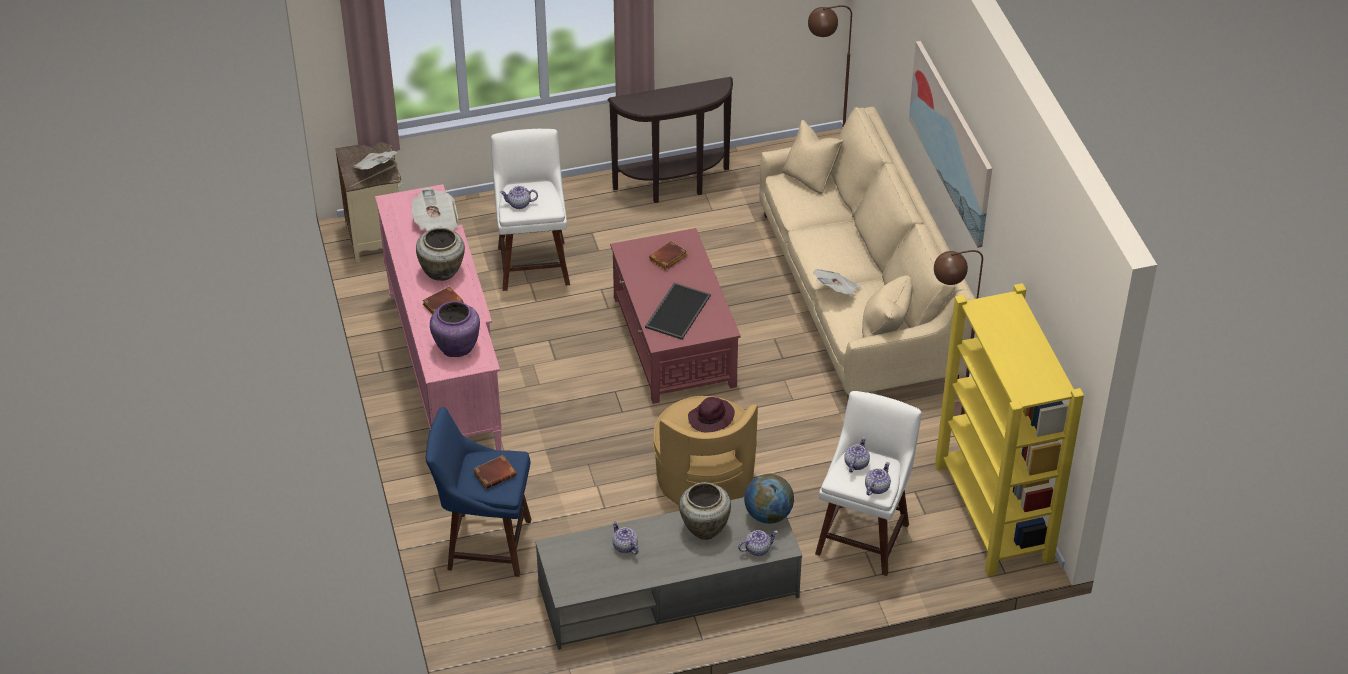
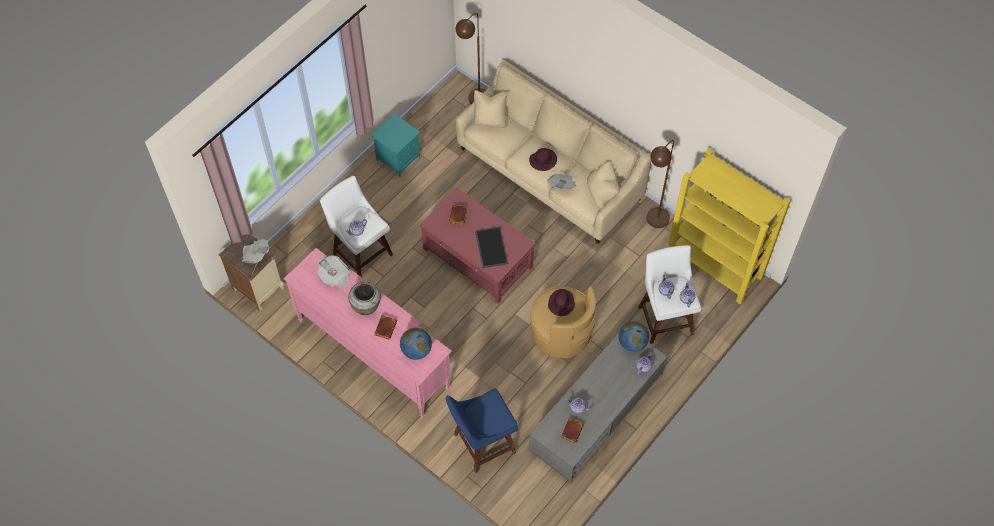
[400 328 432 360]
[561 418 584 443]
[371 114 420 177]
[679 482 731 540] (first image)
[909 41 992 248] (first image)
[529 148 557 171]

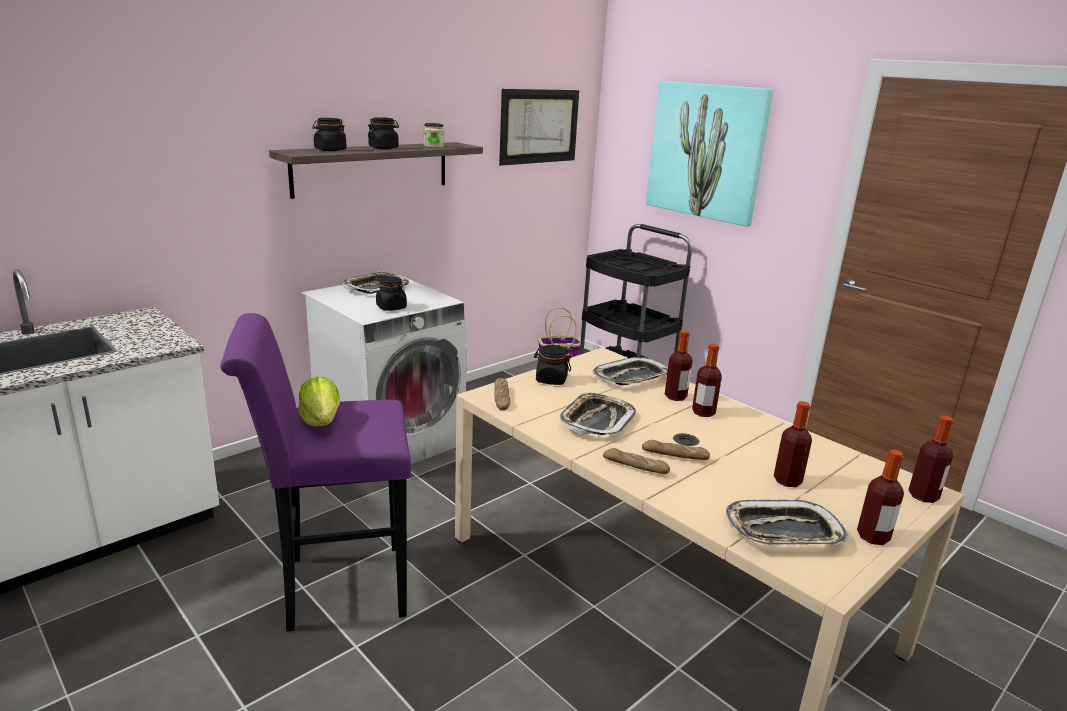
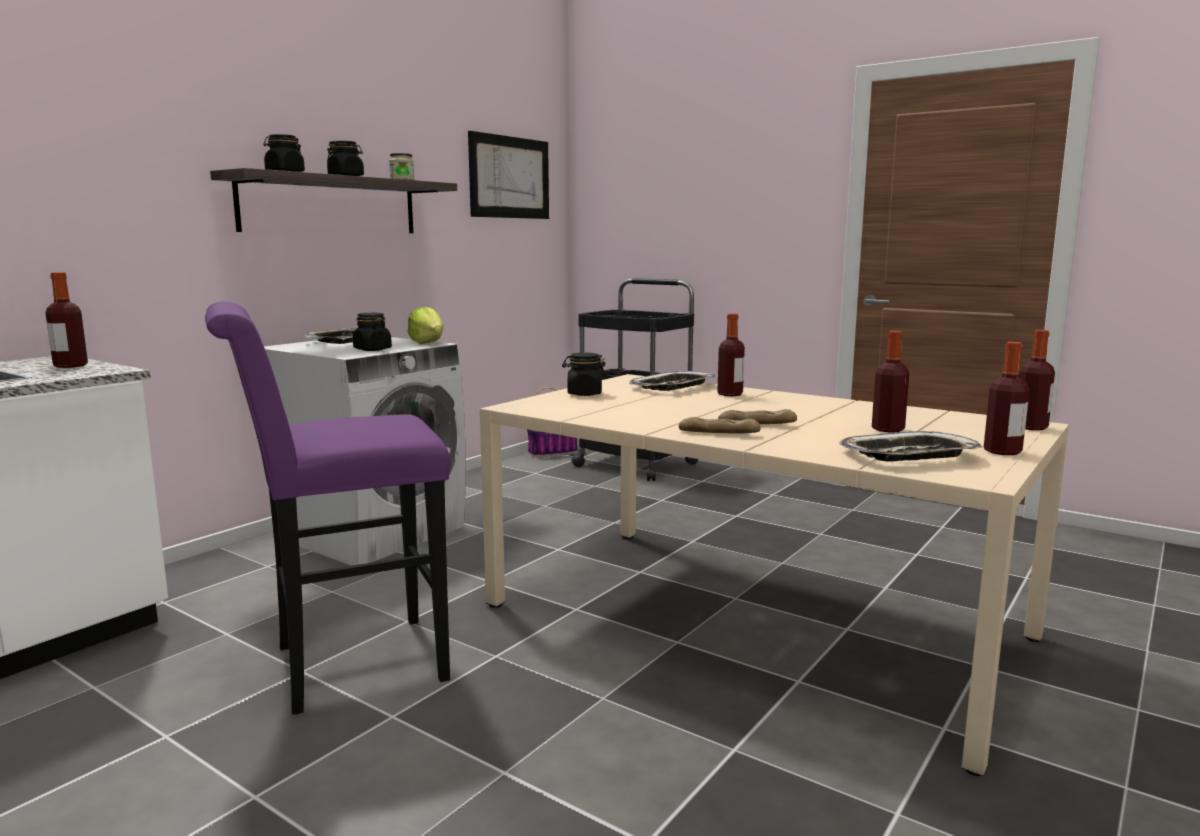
[407 307 443 344]
[494 378 510 410] (first image)
[560 392 636 436] (first image)
[646 81 773 227] (first image)
[46 272 88 368]

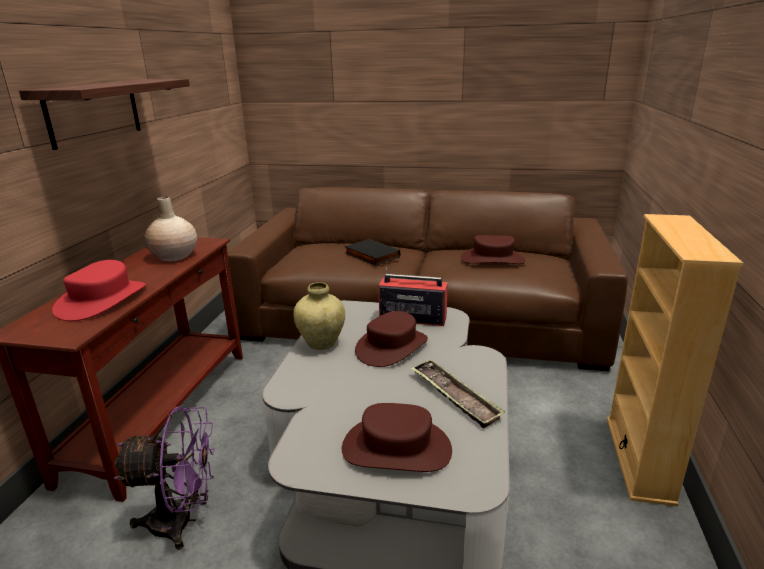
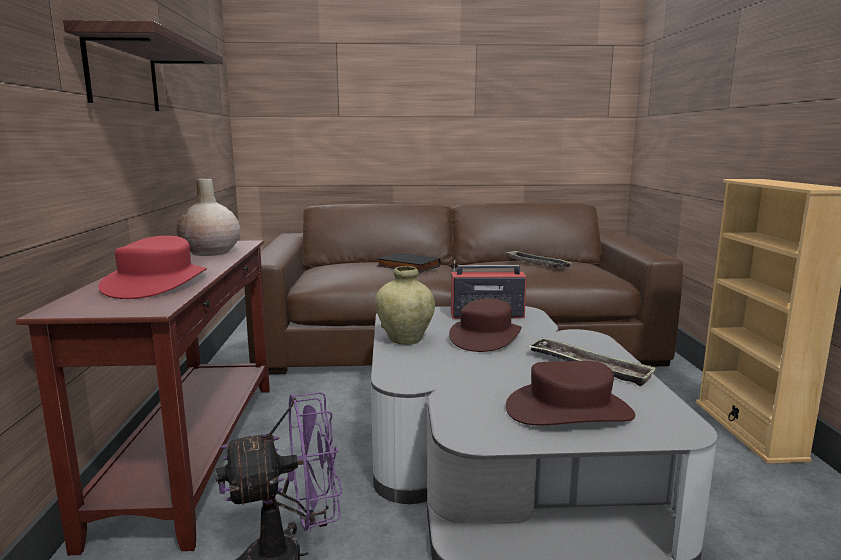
[506 251 571 268]

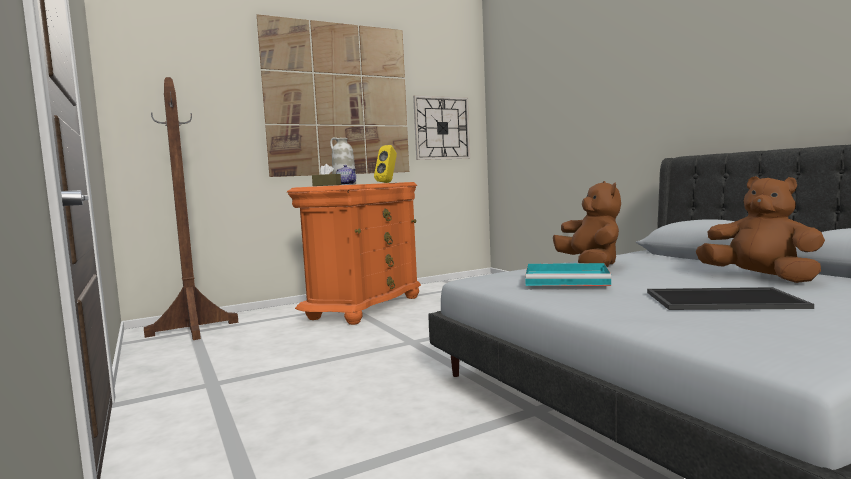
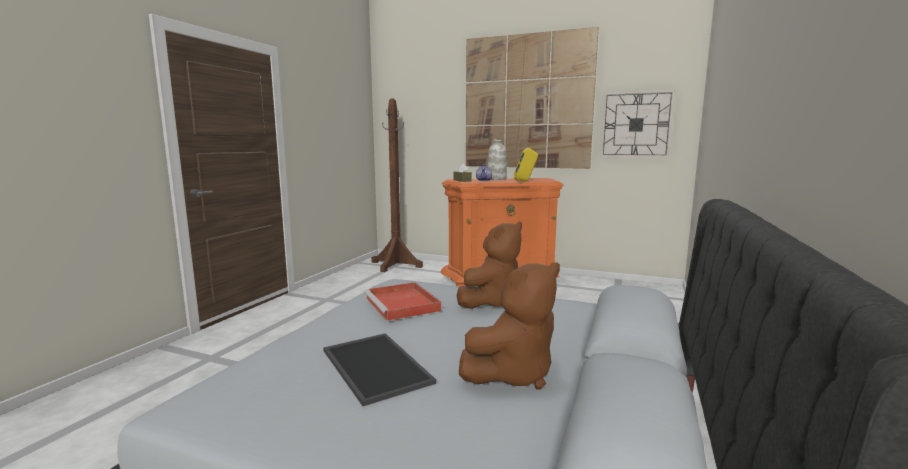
[364 282 441 321]
[459 262 560 390]

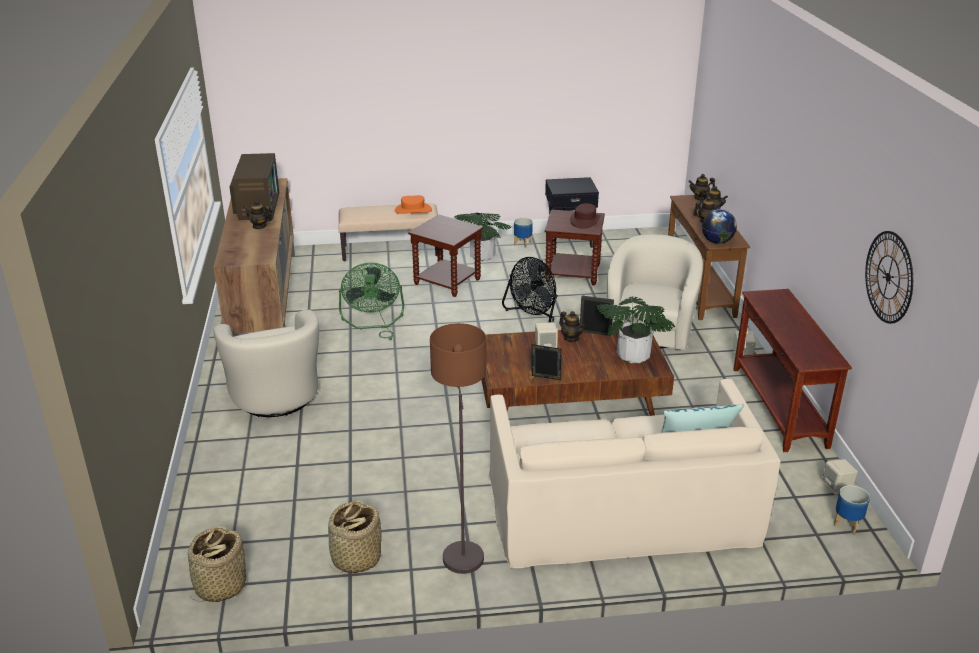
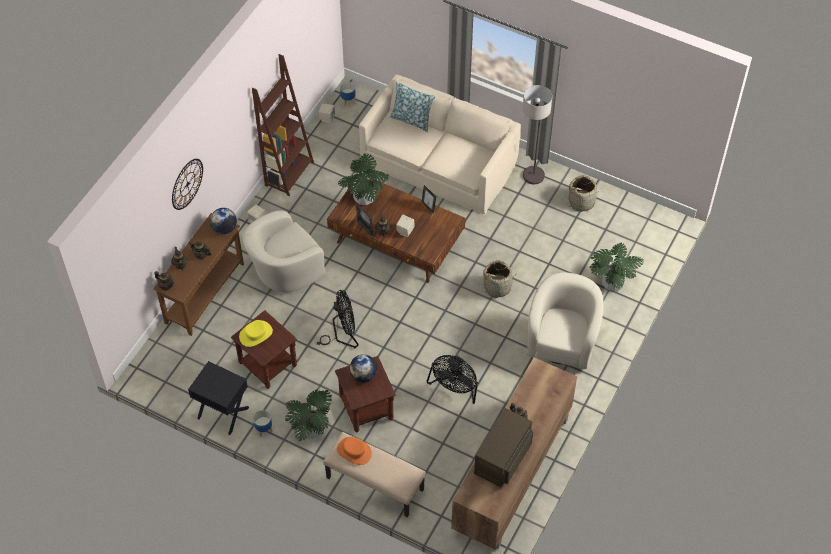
[483 260 514 298]
[427 355 479 404]
[523 85 552 184]
[239 320 273 347]
[252 54 314 196]
[172 159 203 210]
[349 354 378 383]
[590 243 644 291]

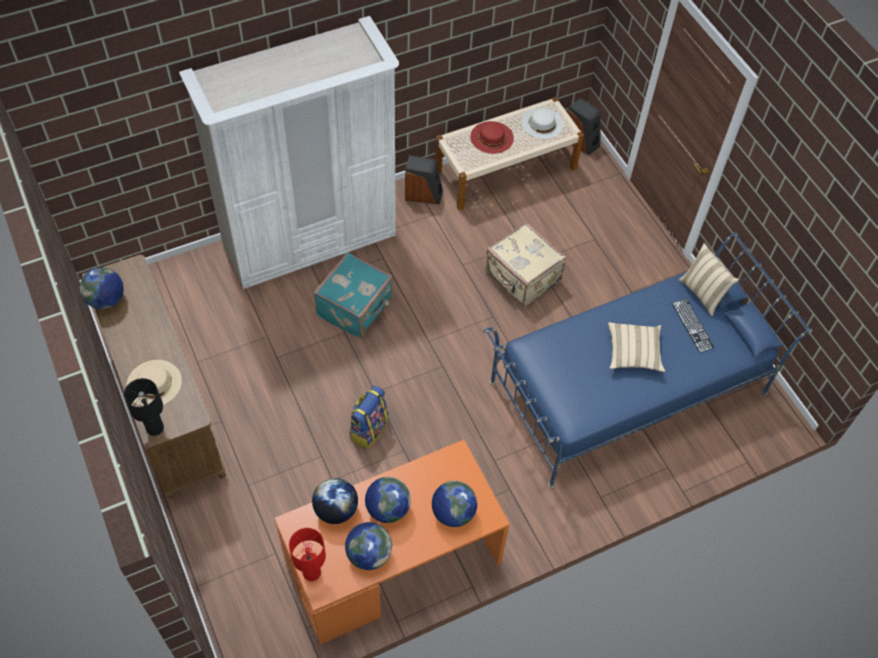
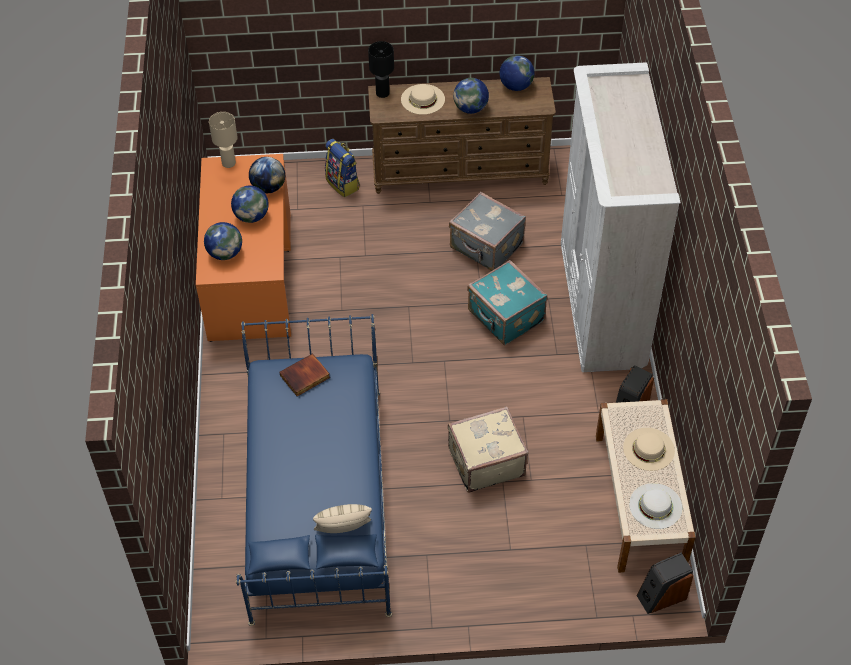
[209 112 238 168]
[453 78 489 114]
[325 139 360 197]
[623 428 675 471]
[608 322 665 372] (first image)
[672 299 714 353] (first image)
[279 353 330 396]
[449 192 526 271]

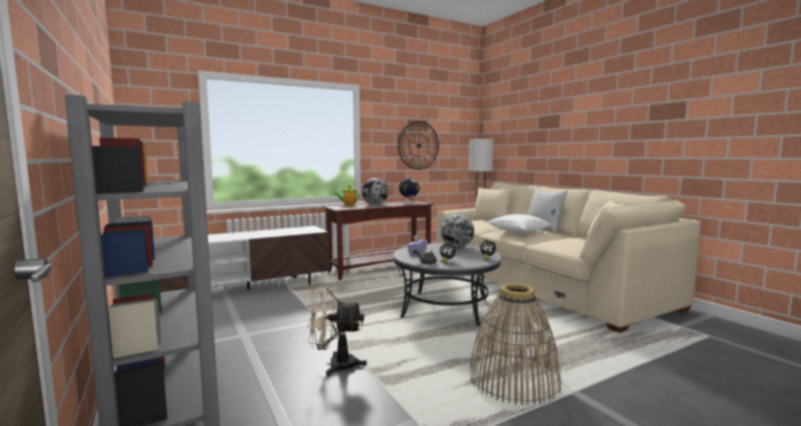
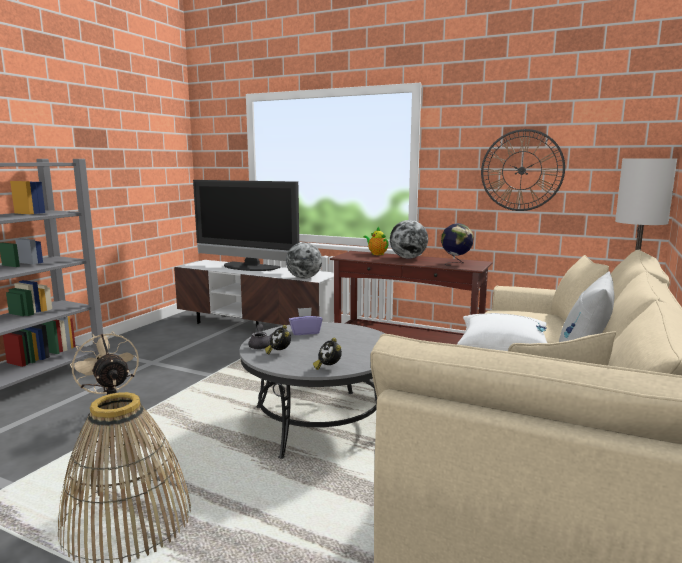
[286 242 322 279]
[193 180 299 271]

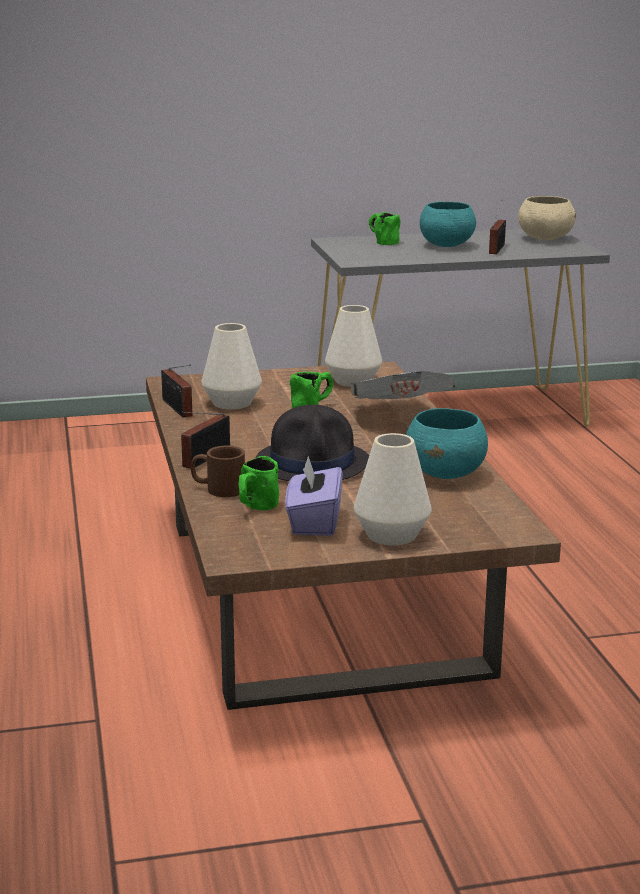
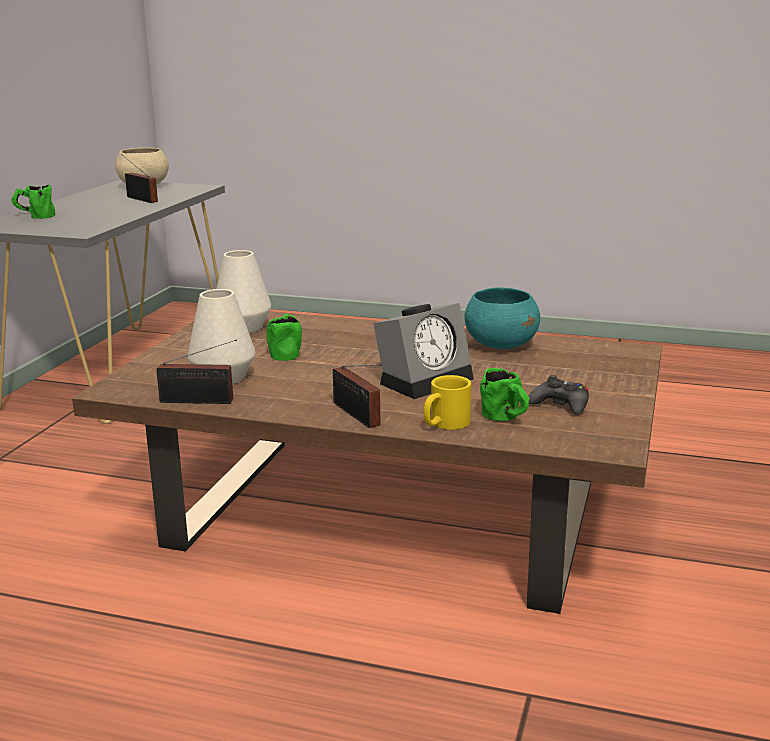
[424 375 471 430]
[373 303 474 399]
[528 375 589 415]
[350 371 456 399] (first image)
[354 433 432 546] (first image)
[420 202 476 247] (first image)

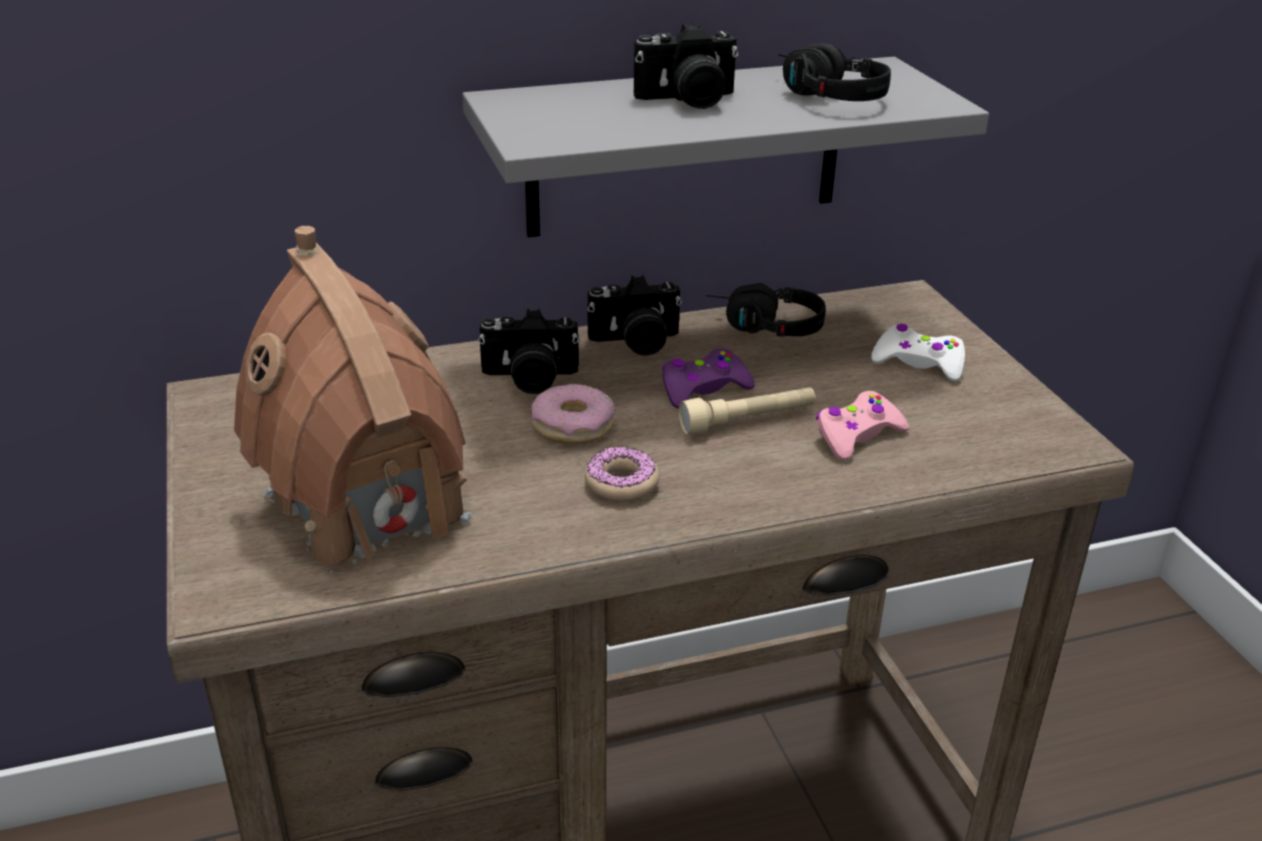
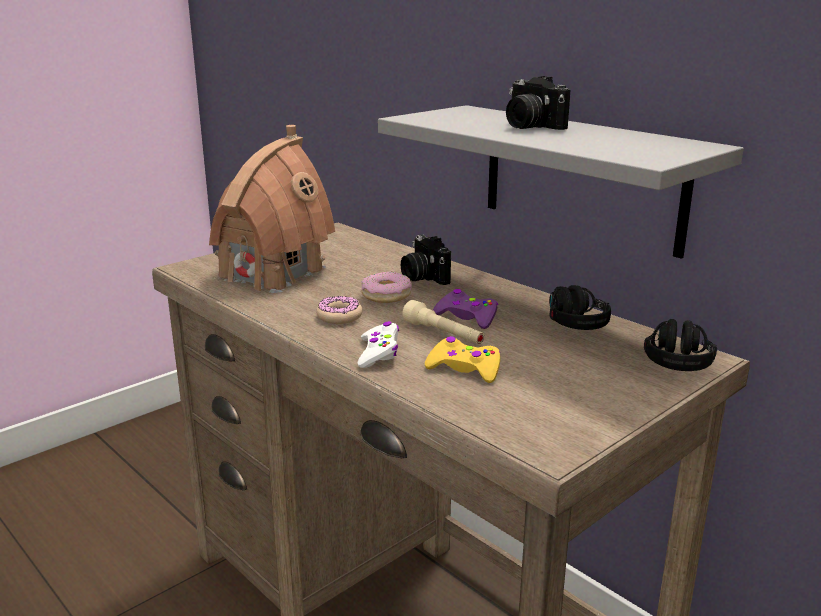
[587 275 682 356] (first image)
[644 319 717 371]
[425 336 500 383]
[358 321 399 368]

